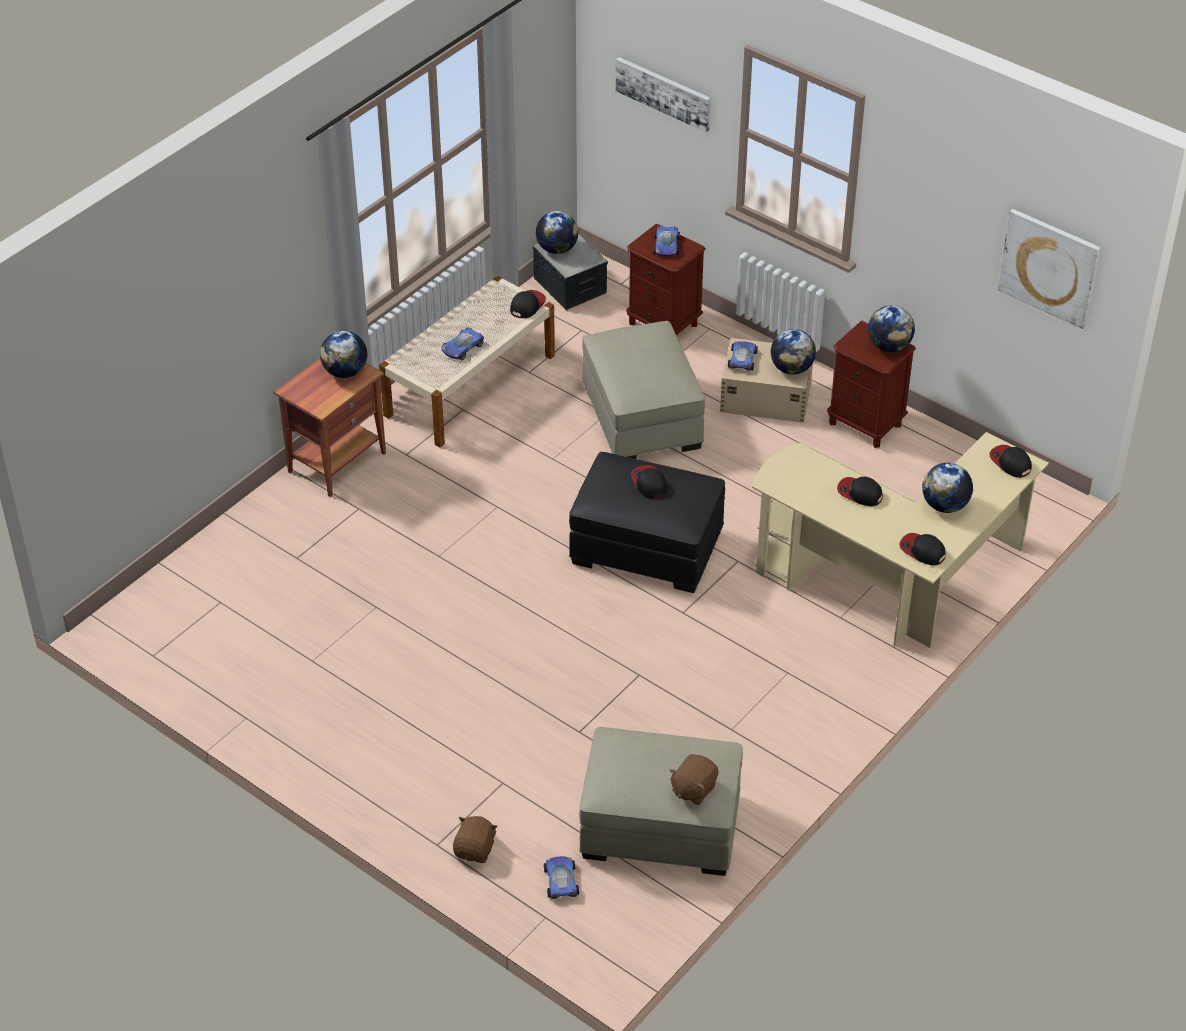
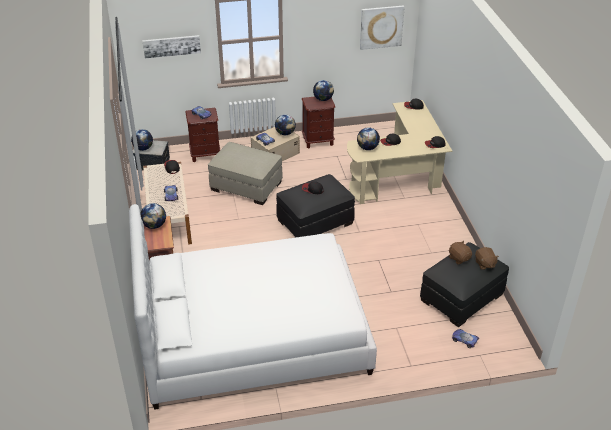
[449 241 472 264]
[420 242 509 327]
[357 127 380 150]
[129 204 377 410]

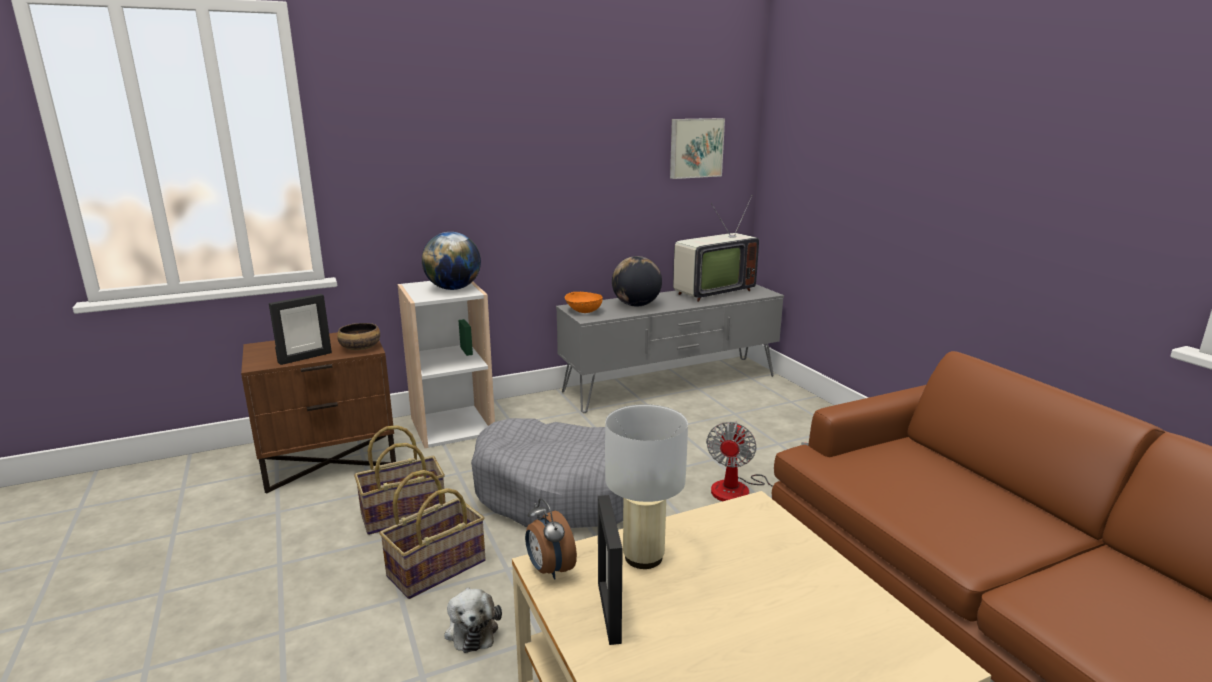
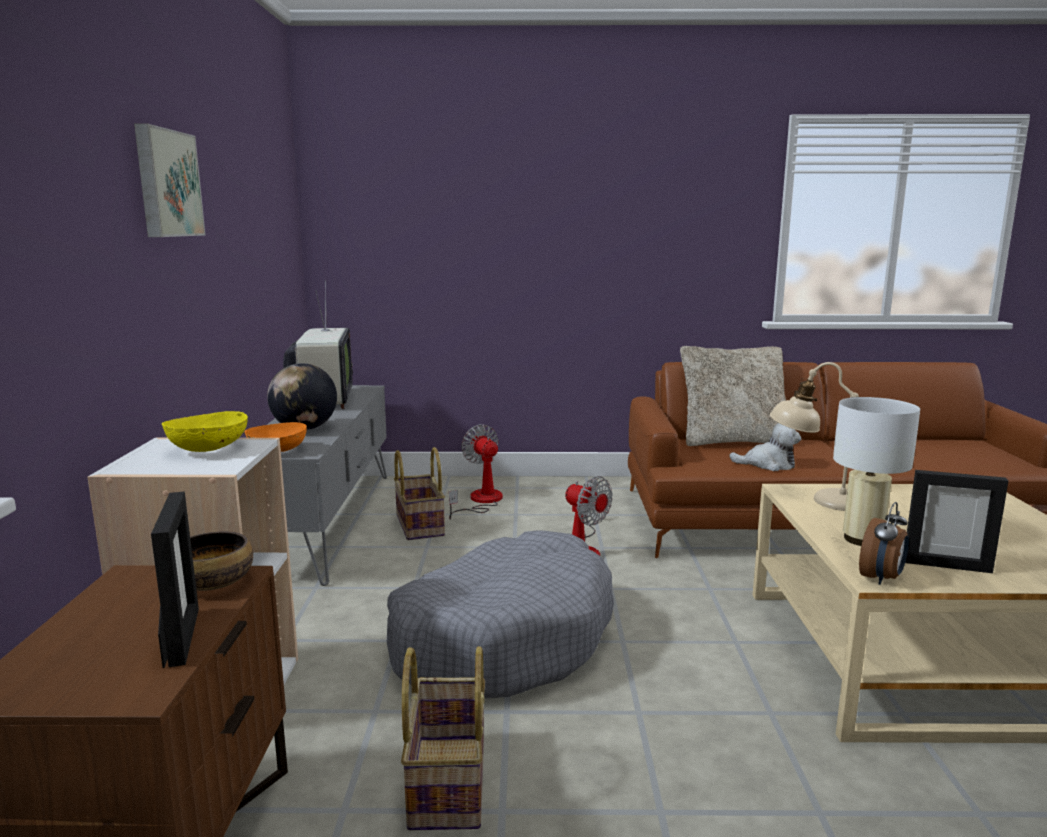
[394 447 445 540]
[162 411 248 452]
[729 423 801 471]
[859 502 909 585]
[134 124 206 237]
[449 424 503 519]
[680 346 786 446]
[770 362 859 511]

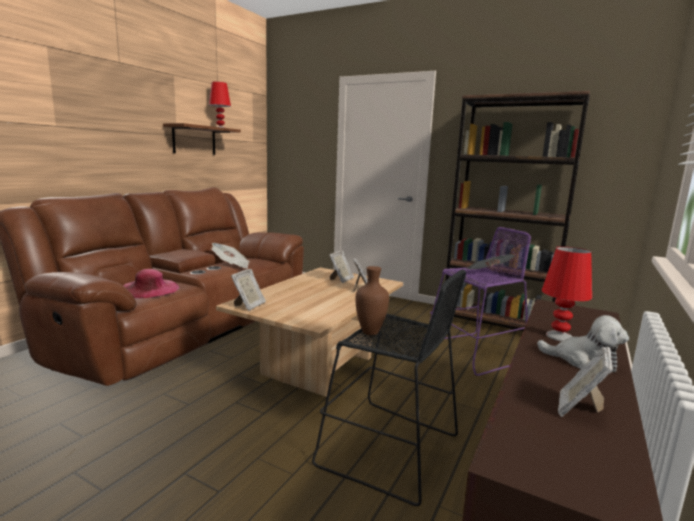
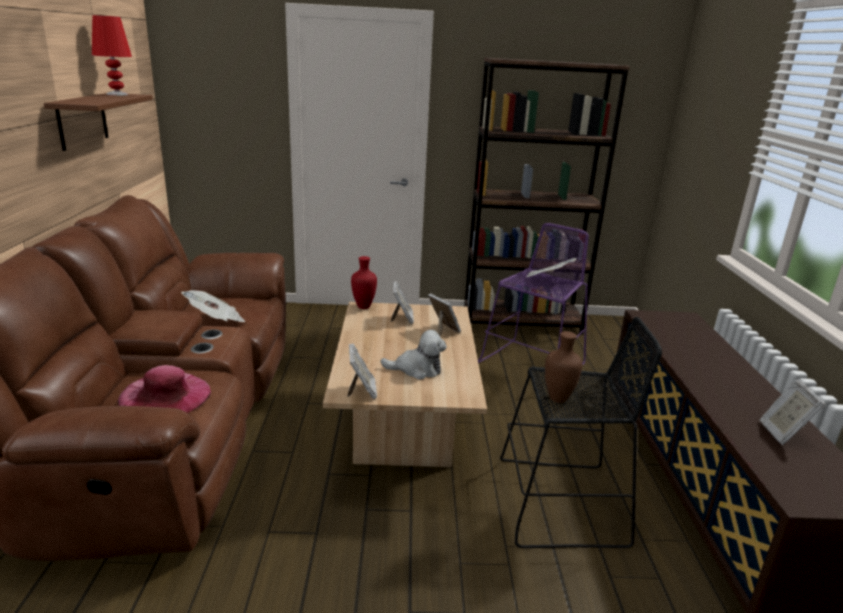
[380 330 447 380]
[542 247 592 341] (first image)
[351 256 377 309]

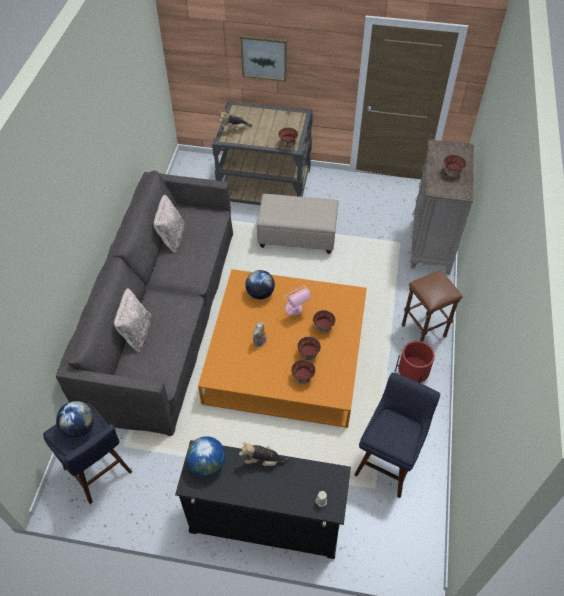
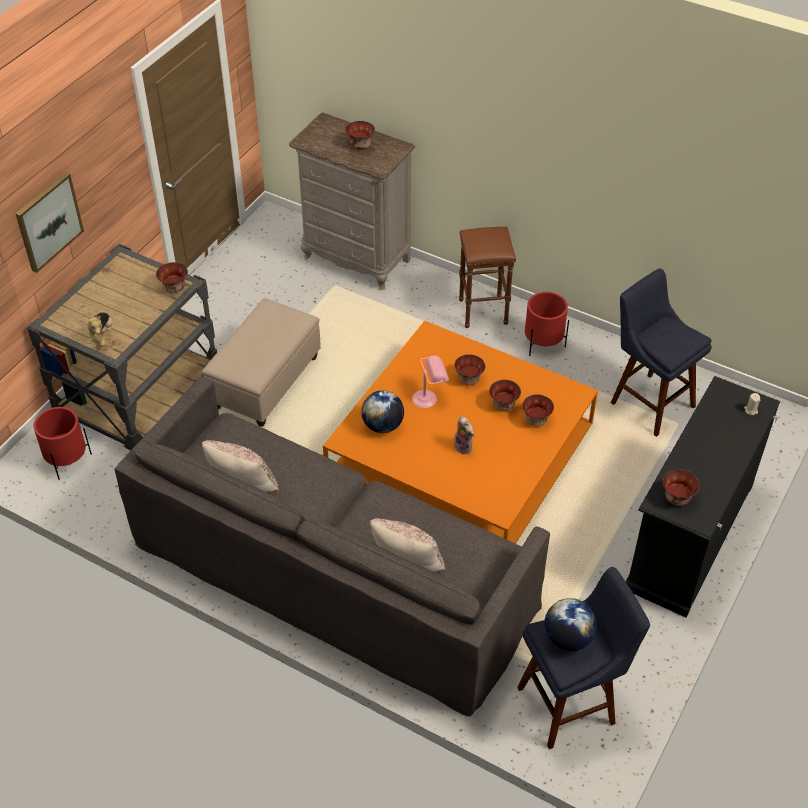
[663 469 700 506]
[239 442 290 466] (first image)
[33 407 92 480]

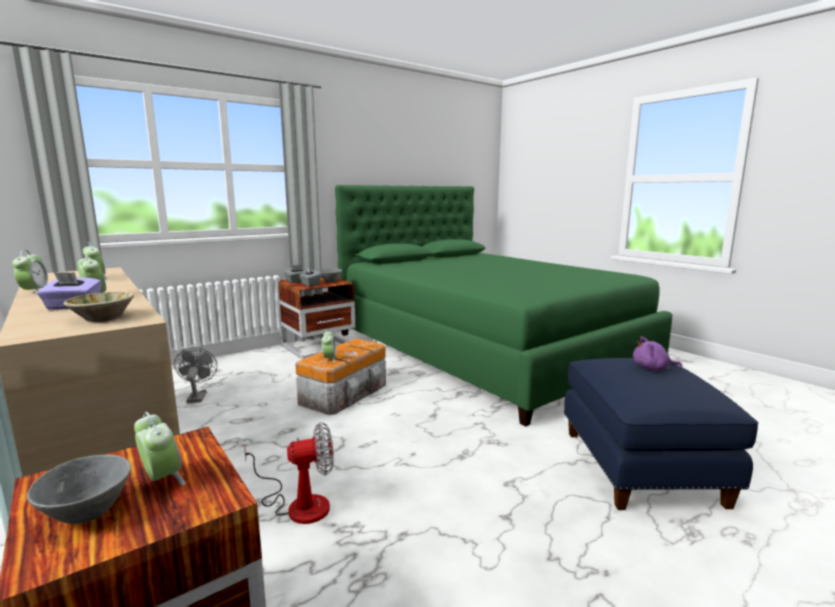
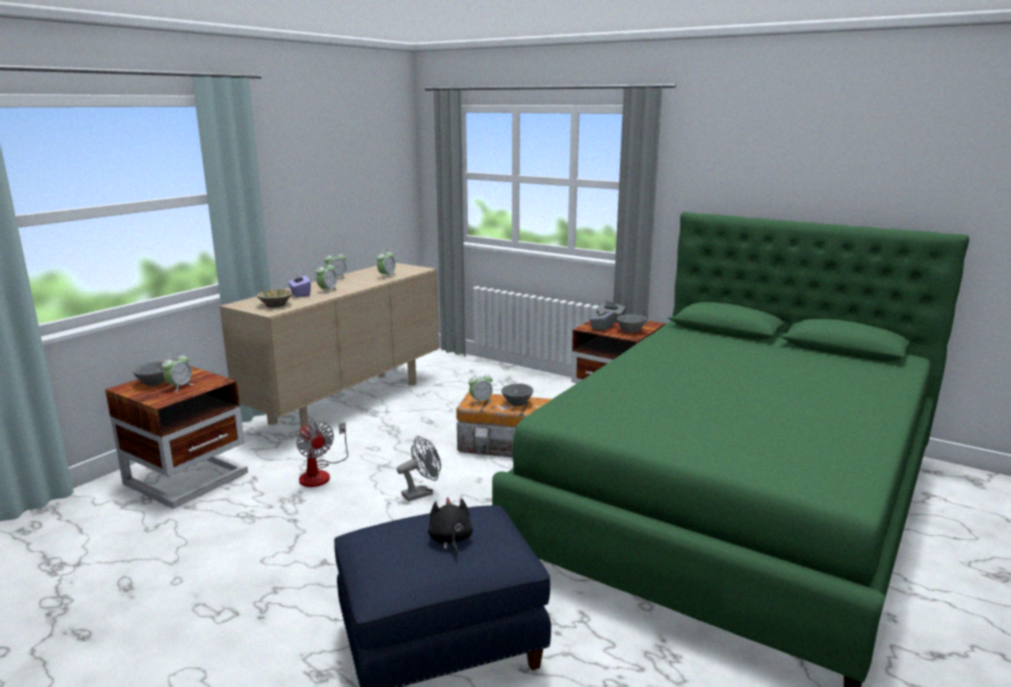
[397 436 441 501]
[428 497 473 557]
[501 383 534 406]

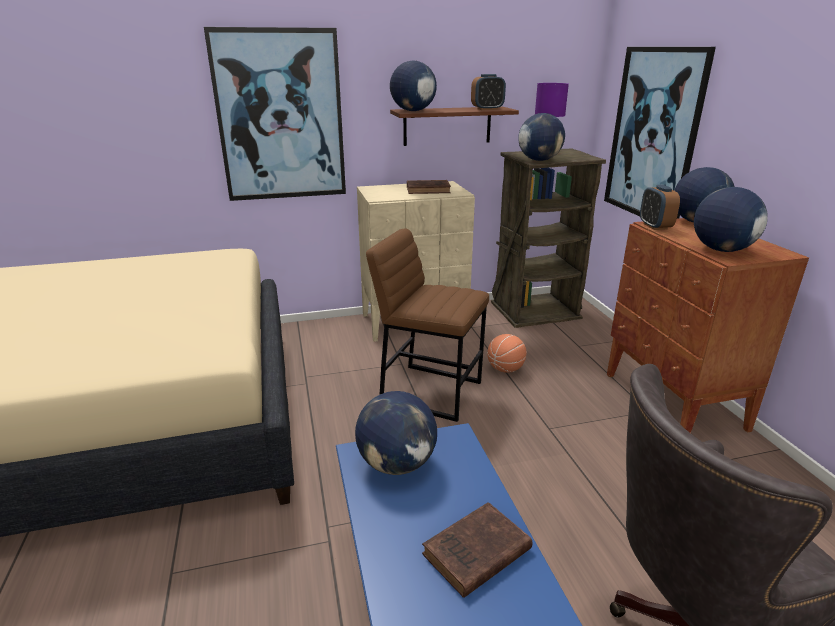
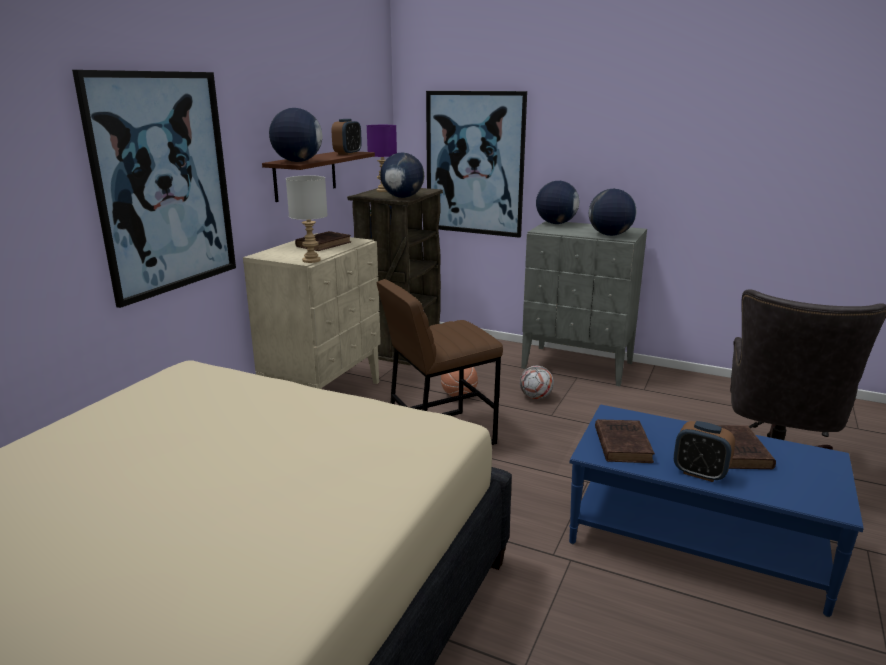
[595 419 655 463]
[521 221 647 386]
[674 421 735 482]
[286 175 328 263]
[520 365 554 399]

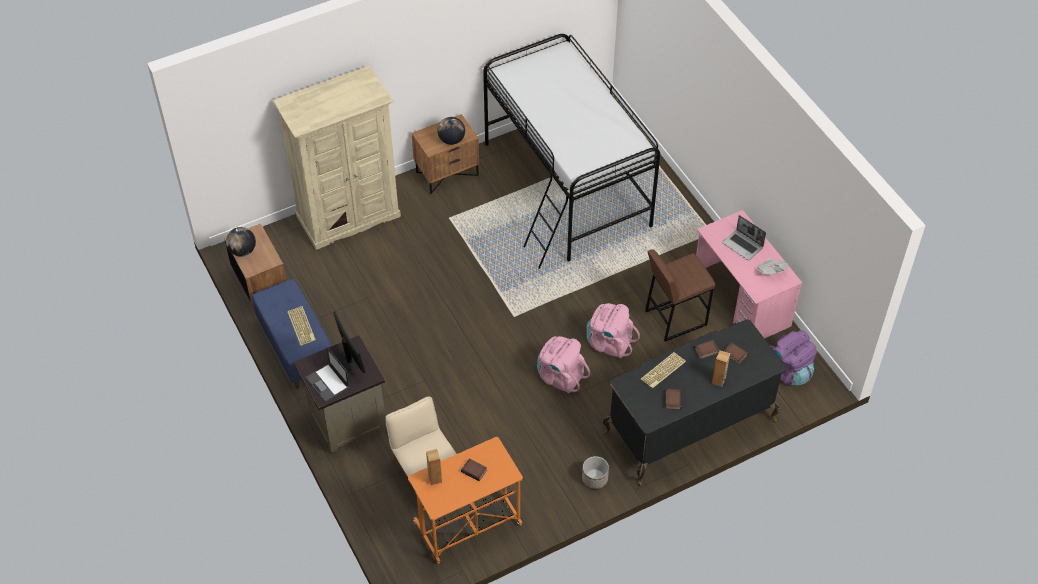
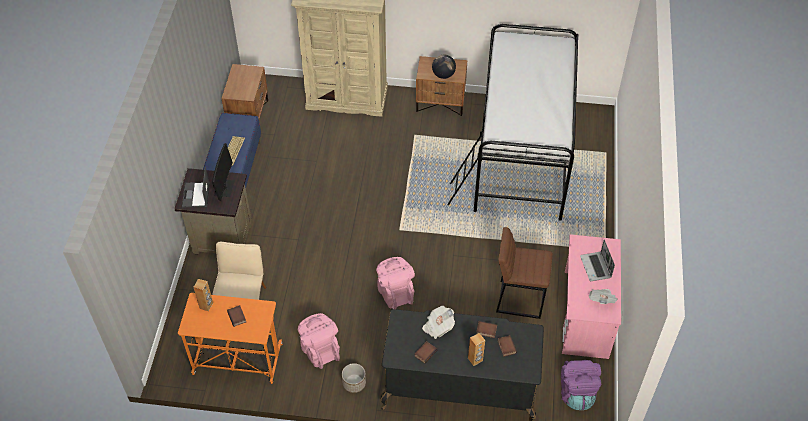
[226 227 256 257] (first image)
[298 313 340 369]
[422 306 455 339]

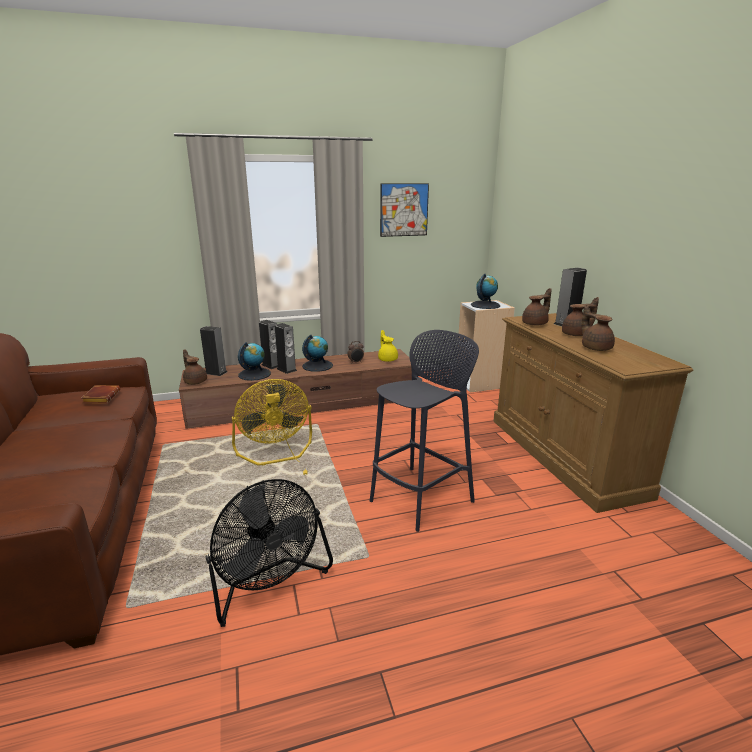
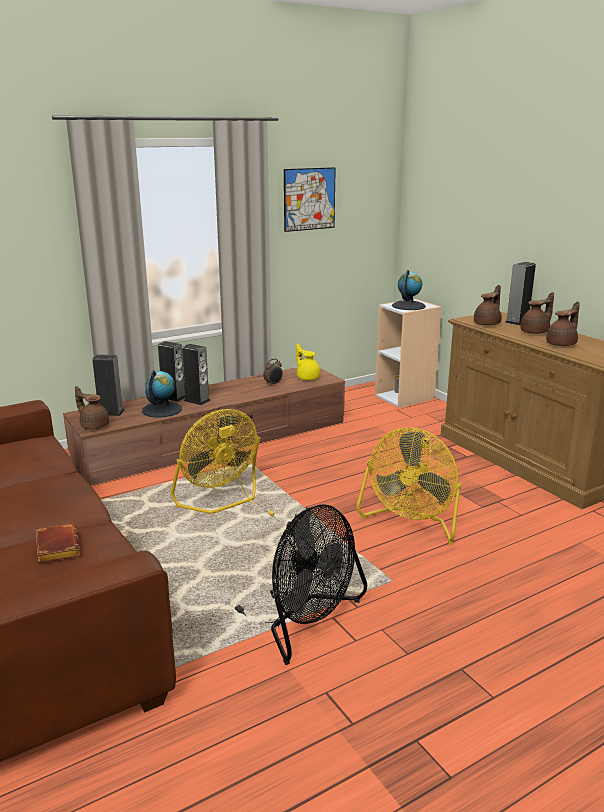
[36 524 80 563]
[302 335 333 372] (first image)
[357 427 462 545]
[546 301 580 346]

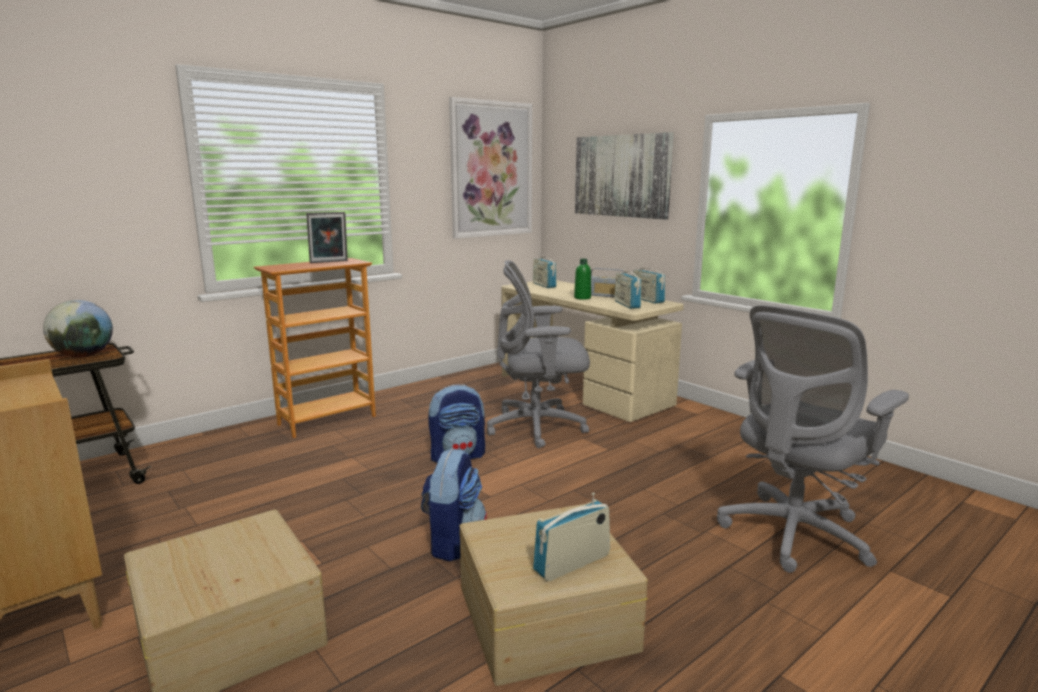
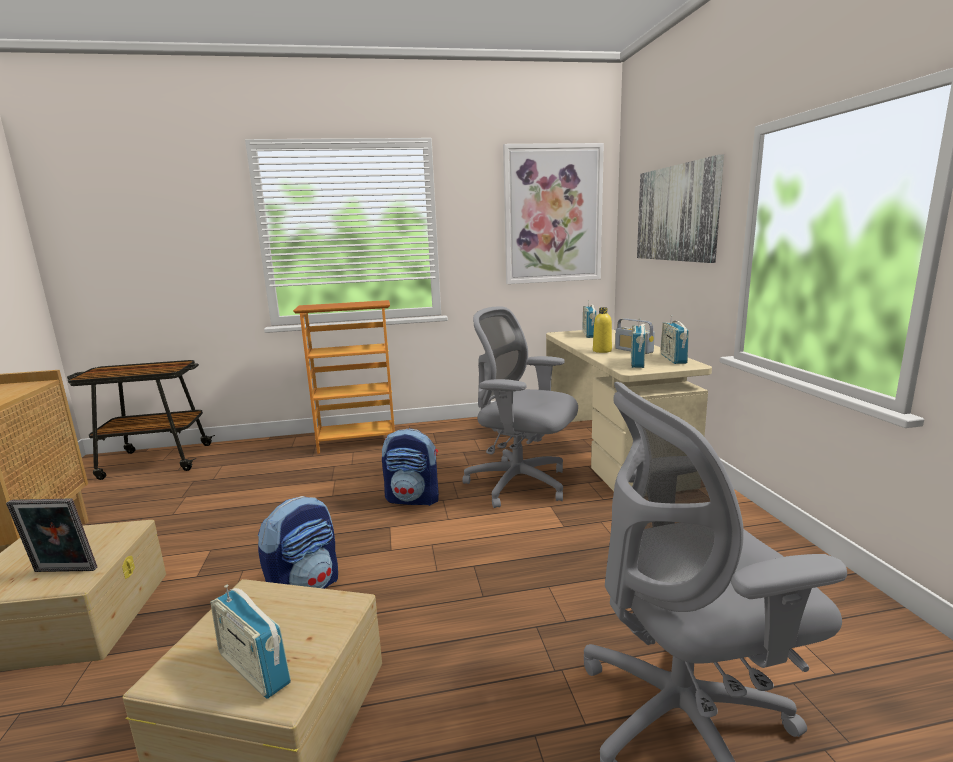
[43 300 113 357] (first image)
[6 499 97 572]
[210 585 291 699]
[593 307 612 353]

